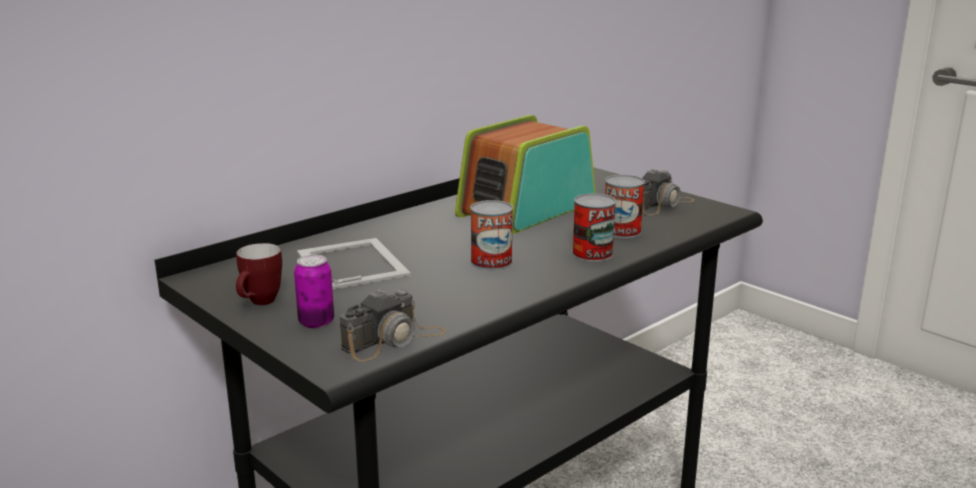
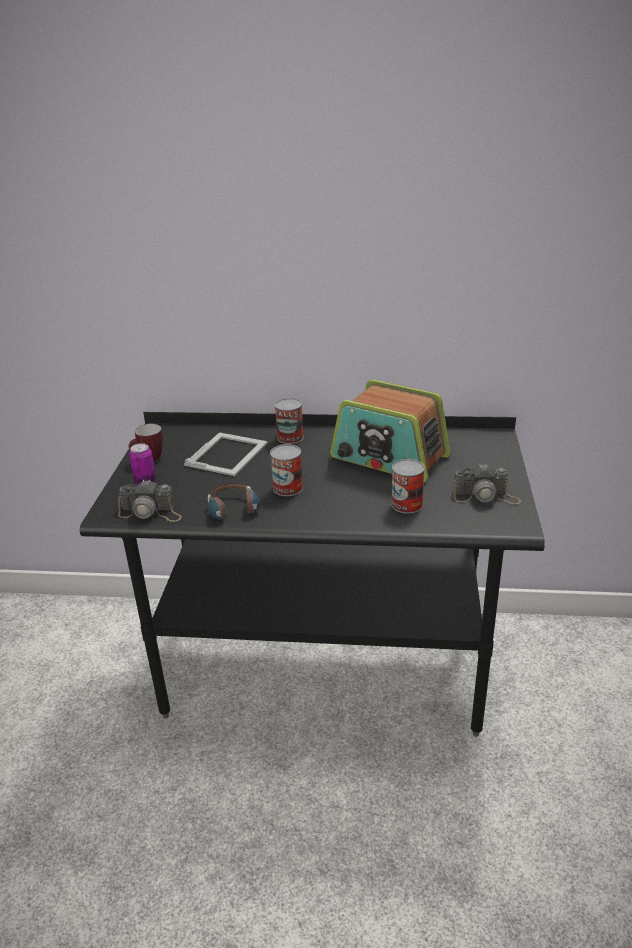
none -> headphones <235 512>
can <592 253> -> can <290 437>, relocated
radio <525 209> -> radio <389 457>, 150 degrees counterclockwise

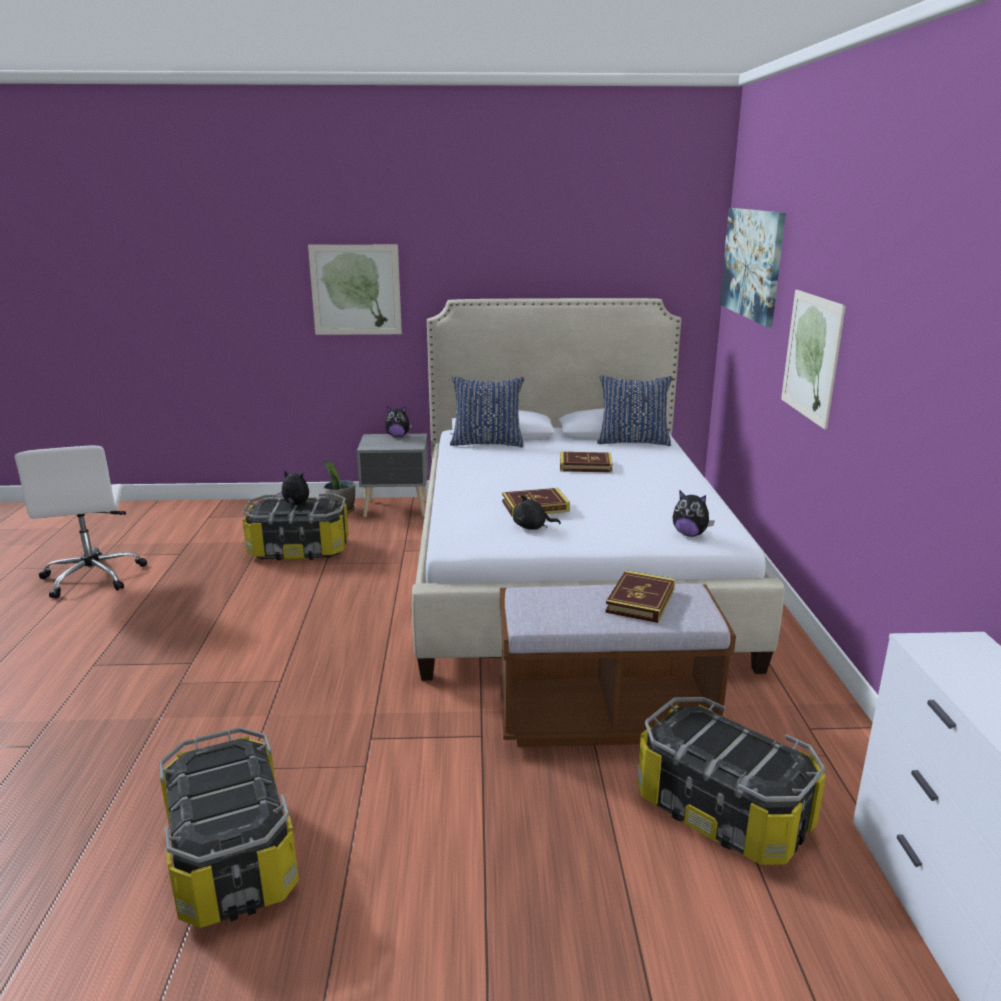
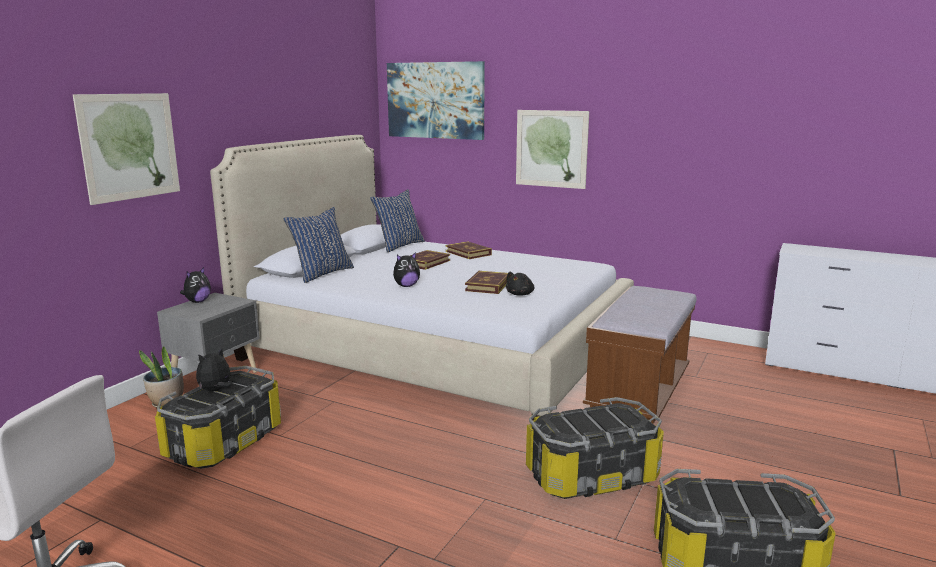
book <640 600> -> book <468 253>, relocated
storage box <723 811> -> storage box <591 476>, relocated
plush toy <690 534> -> plush toy <406 286>, relocated

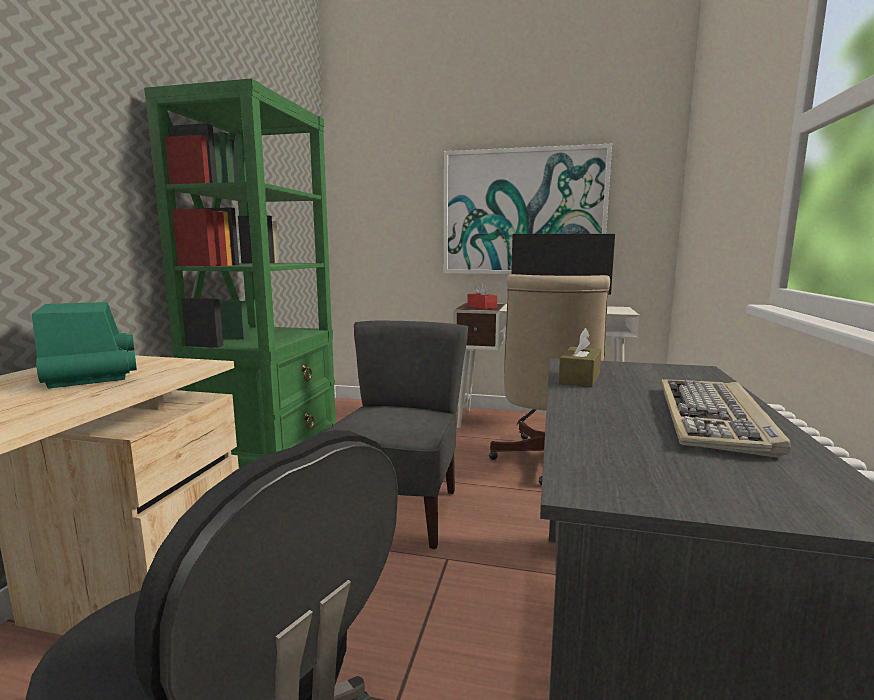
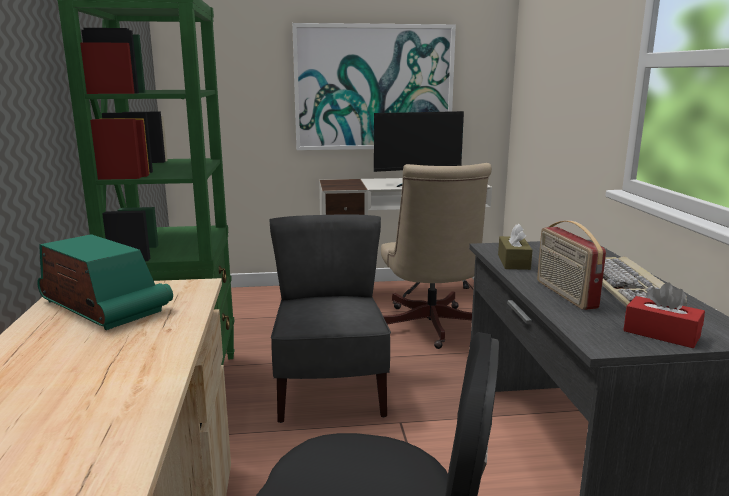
none -> radio <564 294>
red tissue box <481 307> -> red tissue box <661 334>, relocated

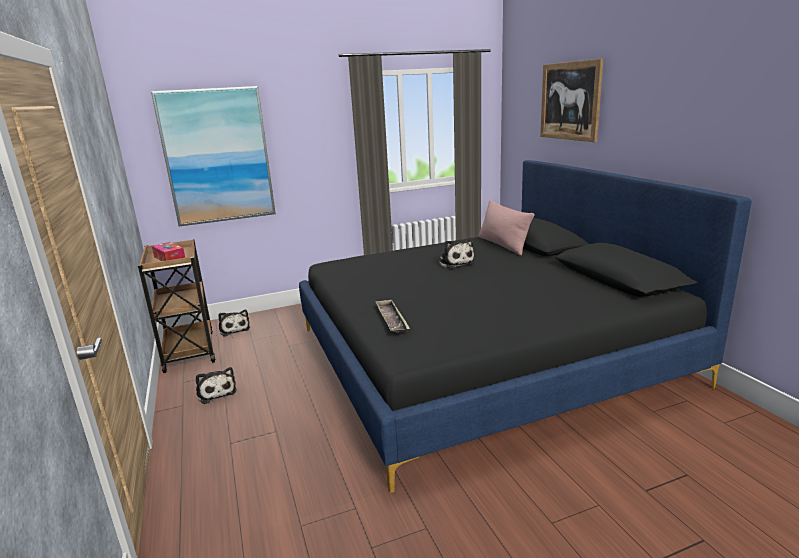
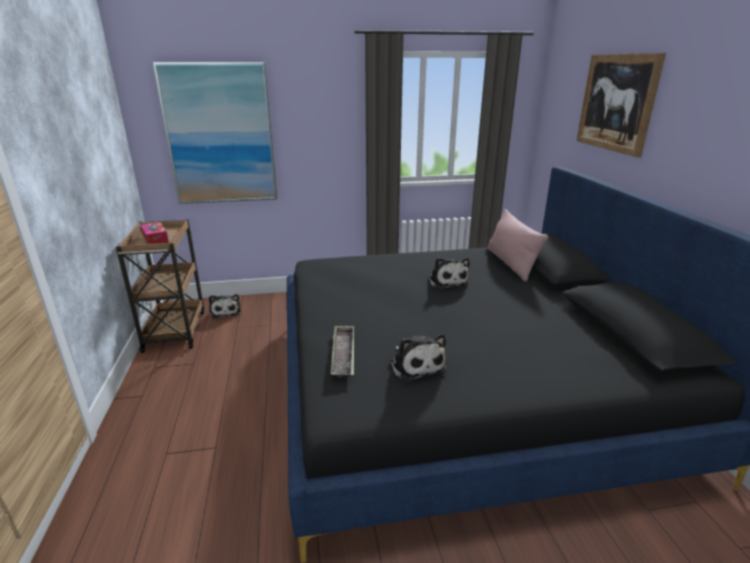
plush toy <216 392> -> plush toy <416 365>, relocated

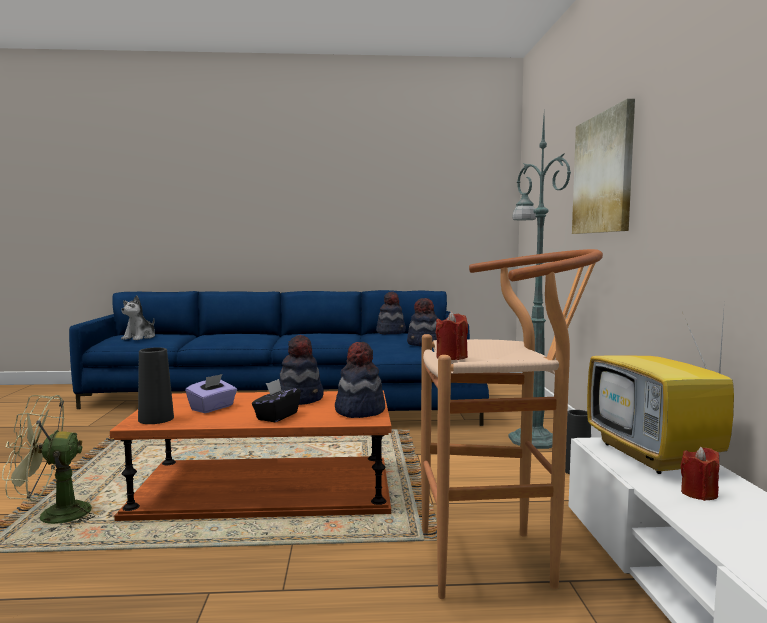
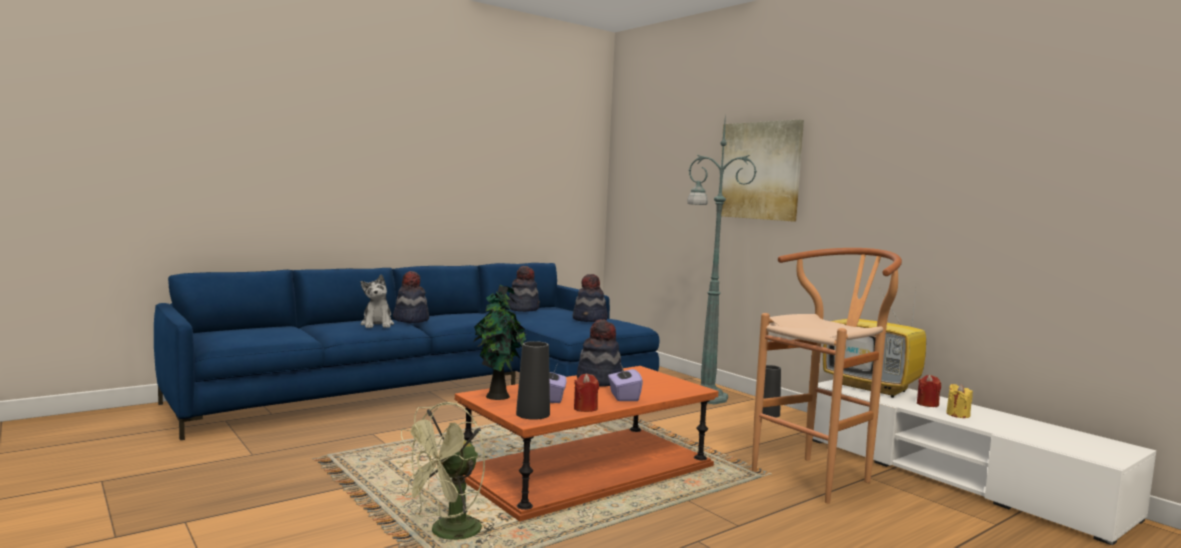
none -> potted plant <499 397>
none -> yellow candle <958 415>
plush toy <140 337> -> plush toy <377 324>, relocated
hat <359 411> -> hat <410 320>, relocated
red candle <451 357> -> red candle <585 408>, relocated
black tissue box <276 416> -> purple tissue box <623 396>

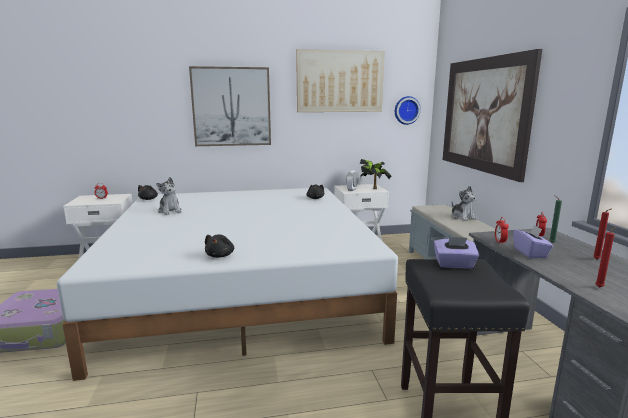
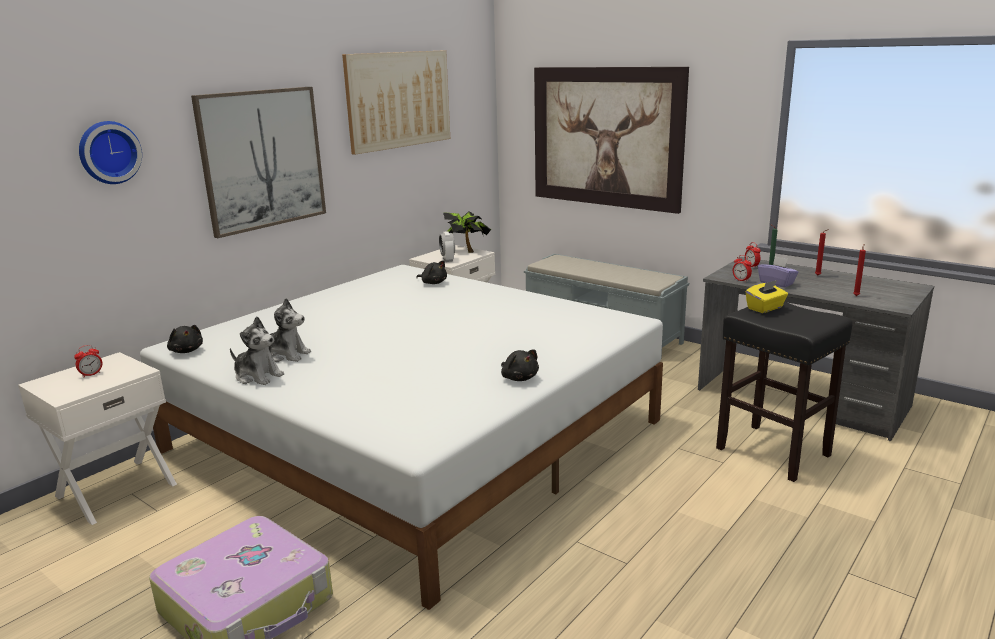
wall clock <406 110> -> wall clock <108 152>, relocated
plush toy <462 217> -> plush toy <258 376>, relocated
purple tissue box <454 264> -> yellow tissue box <765 308>

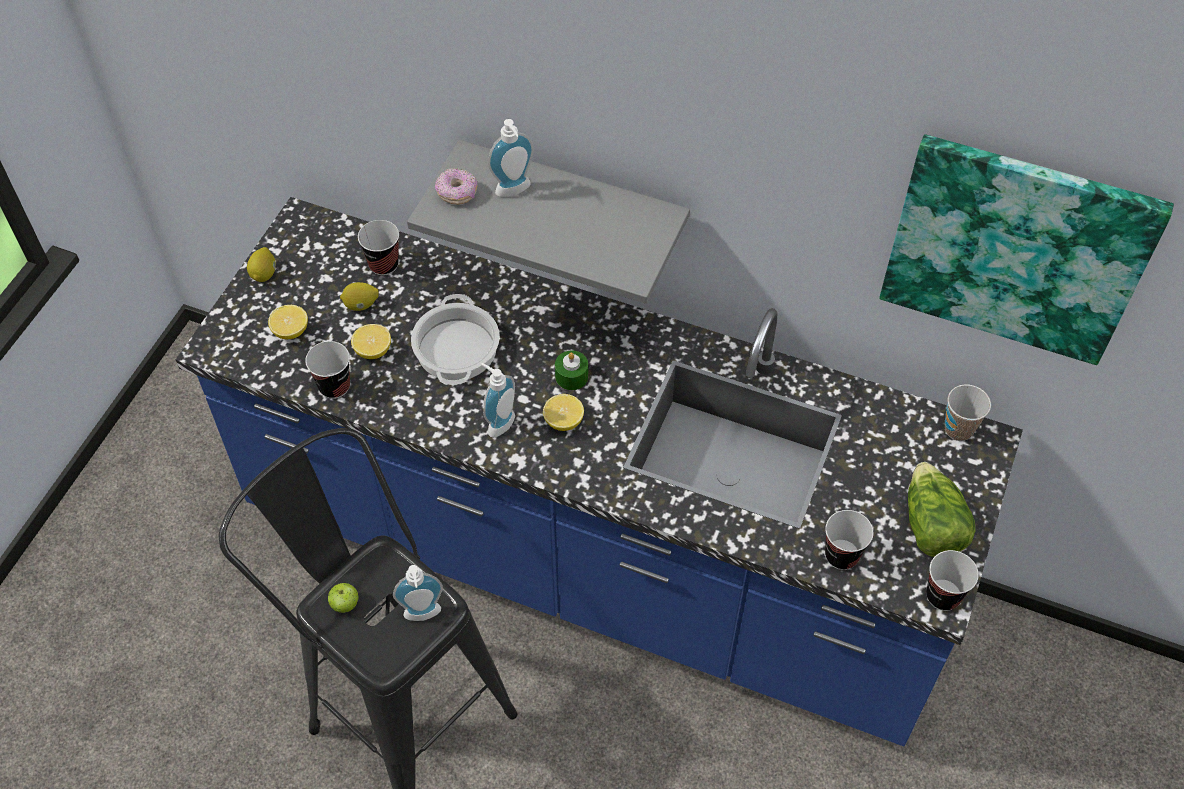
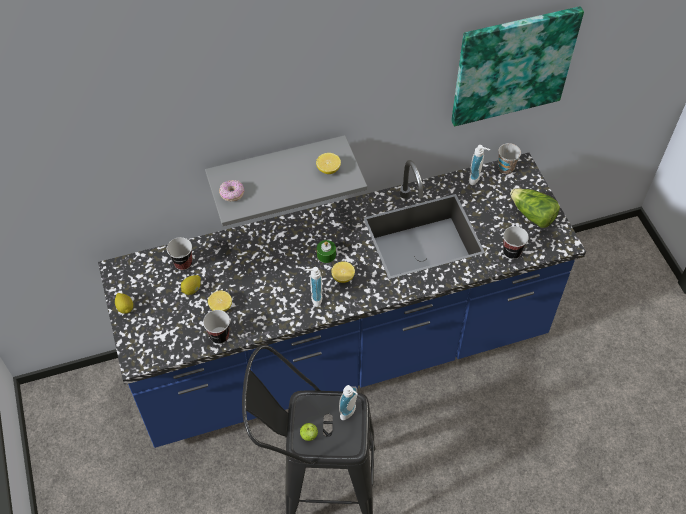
cooking pot <455 348> -> none
cup <943 596> -> none
lemon <291 331> -> lemon <328 169>, relocated
soap dispenser <515 191> -> soap dispenser <476 178>, relocated

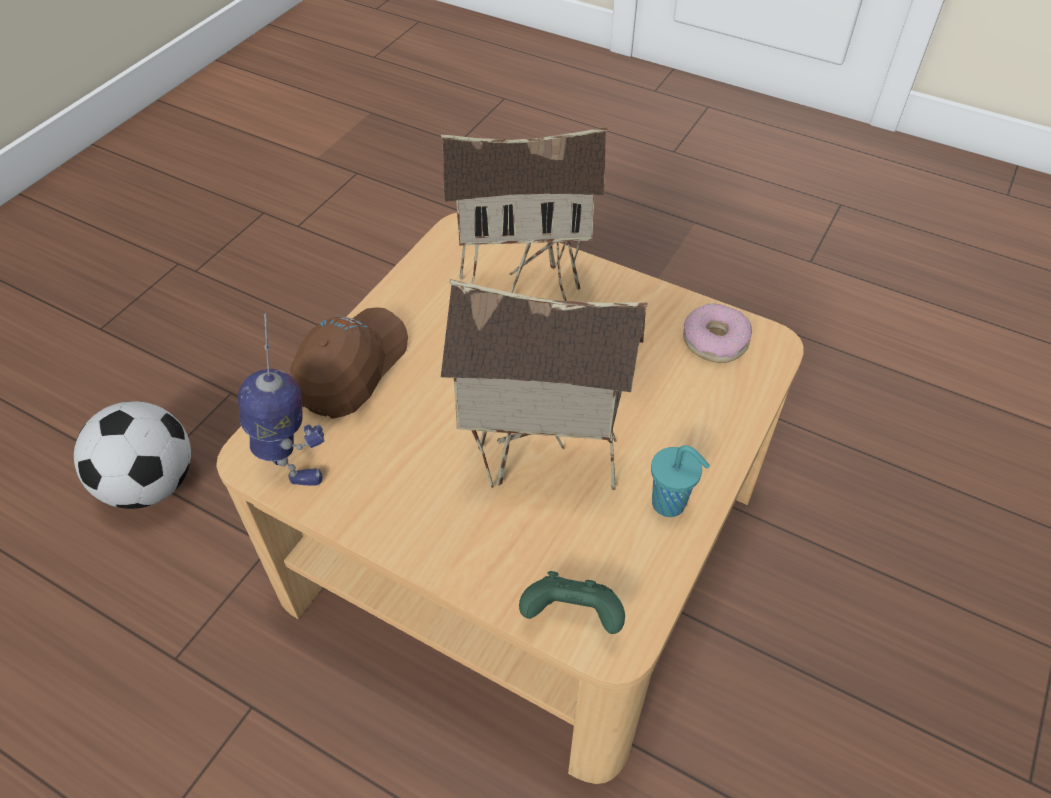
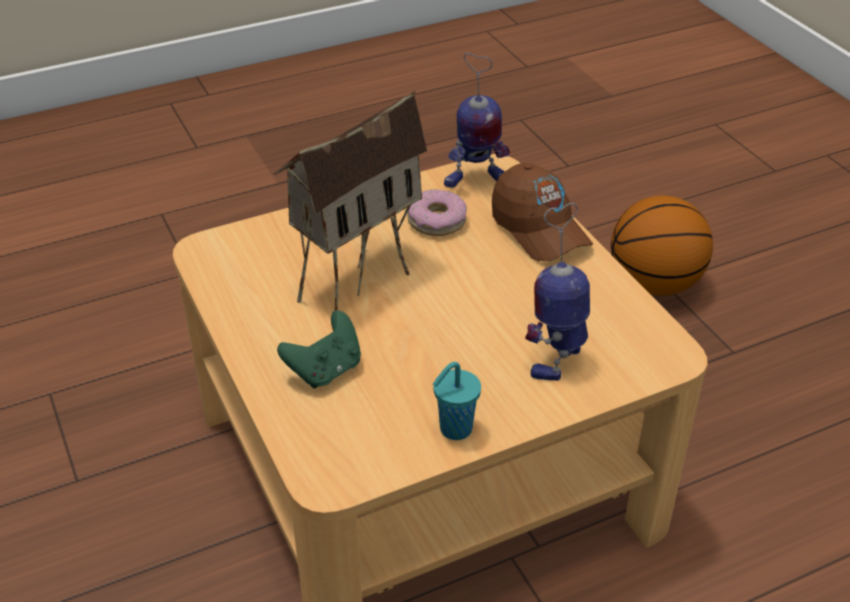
green game controller <572 616> -> green game controller <325 370>, relocated
turquoise cup <670 504> -> turquoise cup <454 430>, relocated
donut <715 341> -> donut <436 221>, relocated
football <151 484> -> basketball <655 284>
toy house <523 284> -> toy robot <557 357>

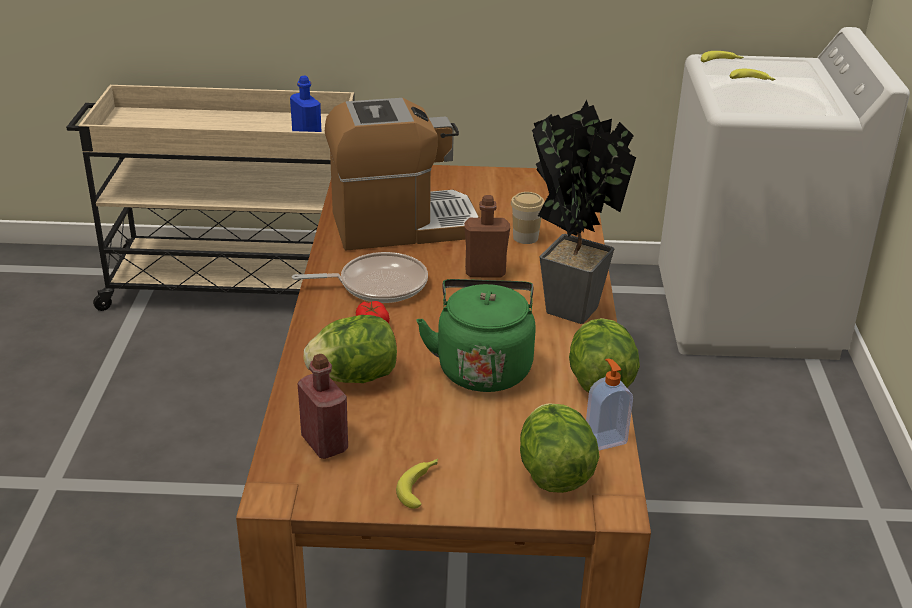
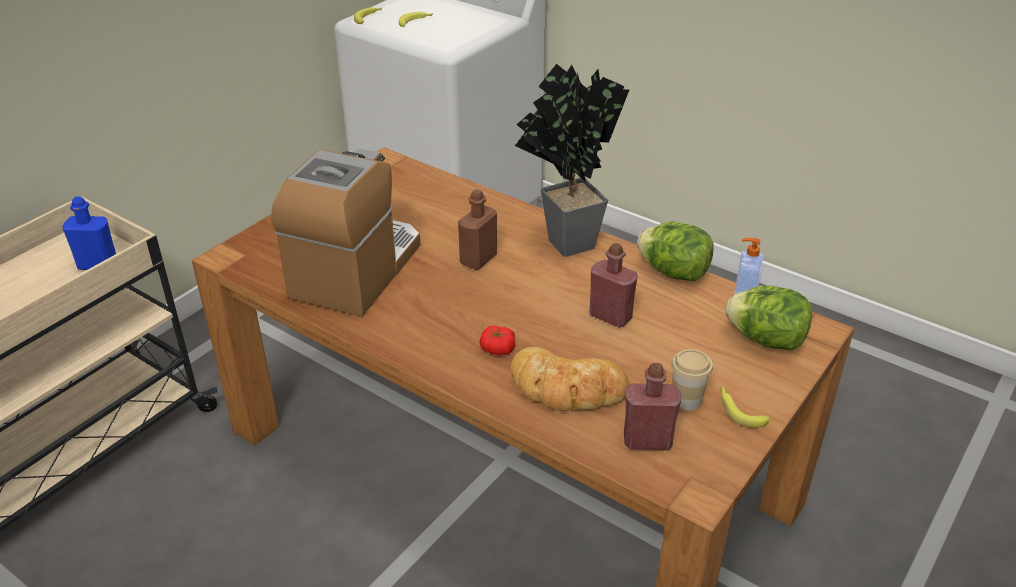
frying pan <377 285> -> none
cup <525 237> -> cup <686 399>, relocated
lettuce <354 377> -> bread <567 388>
green kettle <483 367> -> red bottle <610 316>

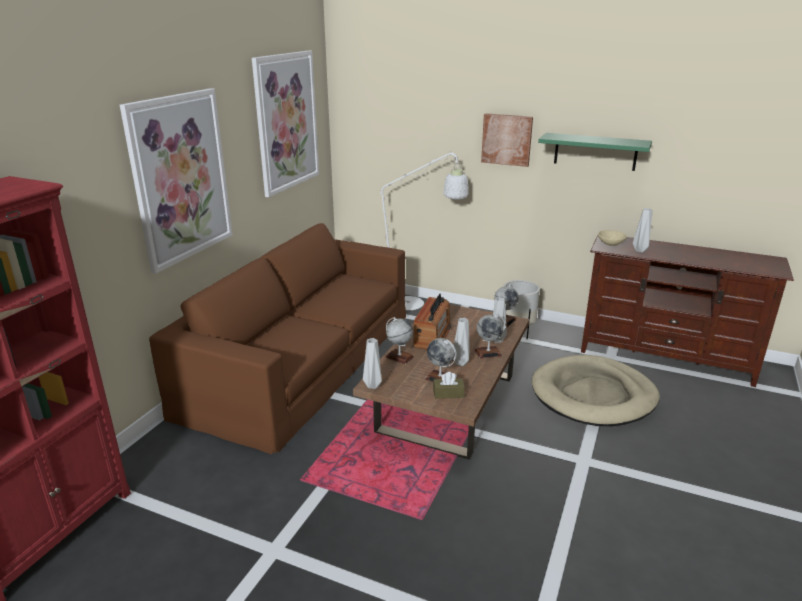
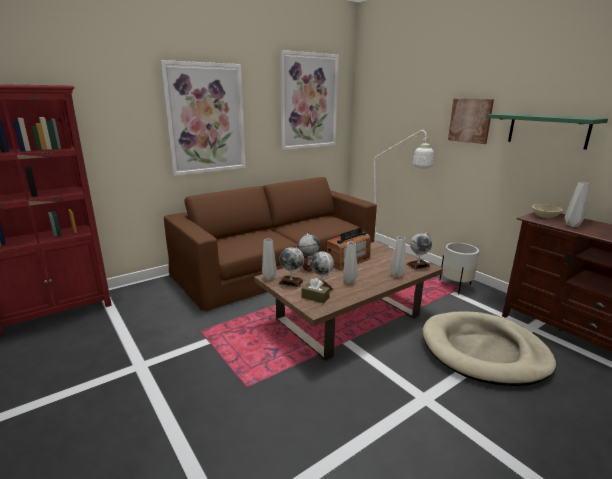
globe <488 353> -> globe <291 282>, relocated

